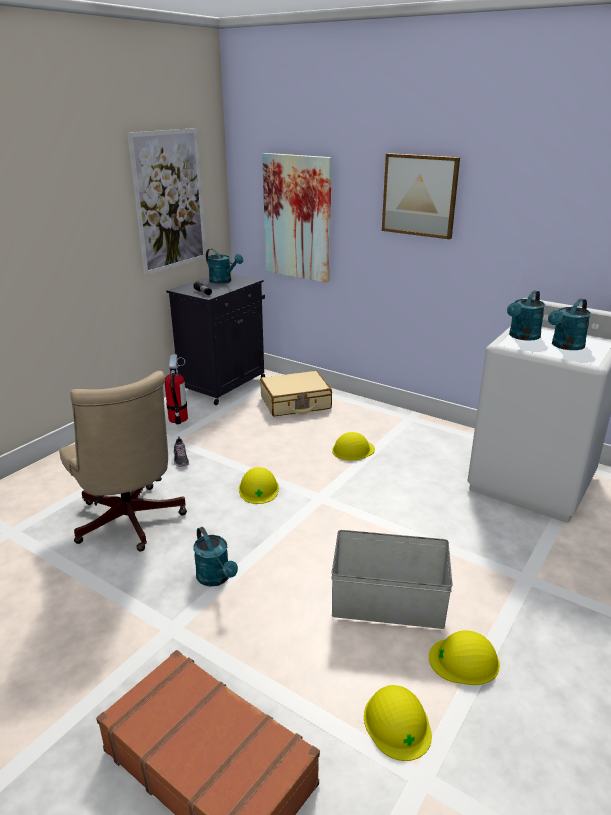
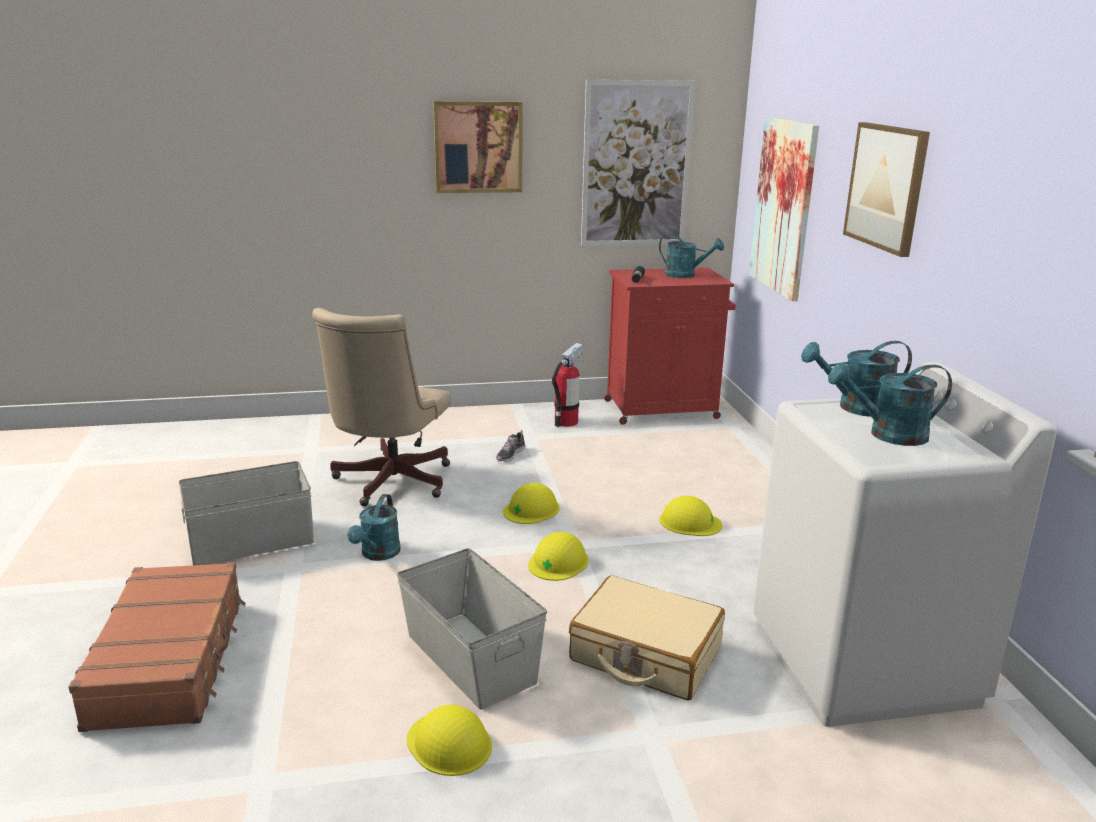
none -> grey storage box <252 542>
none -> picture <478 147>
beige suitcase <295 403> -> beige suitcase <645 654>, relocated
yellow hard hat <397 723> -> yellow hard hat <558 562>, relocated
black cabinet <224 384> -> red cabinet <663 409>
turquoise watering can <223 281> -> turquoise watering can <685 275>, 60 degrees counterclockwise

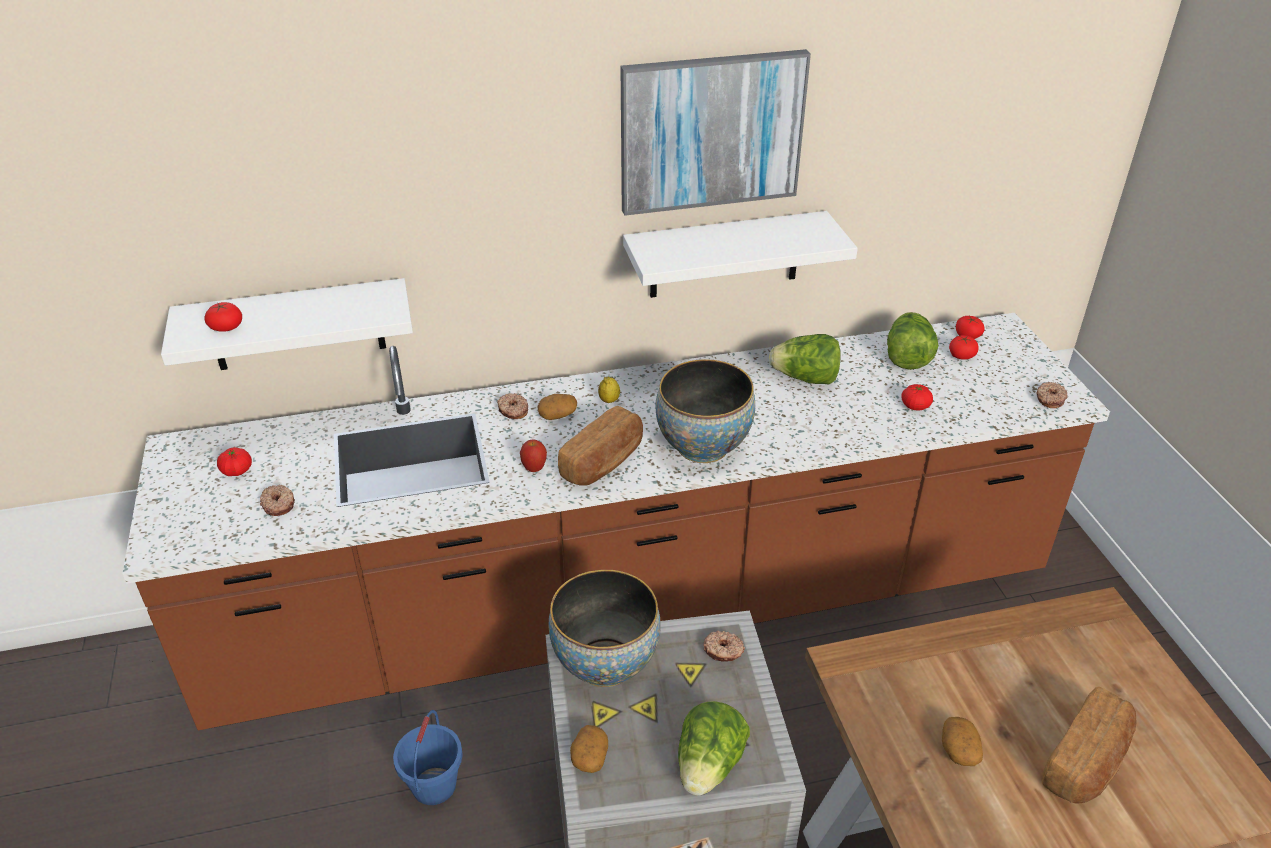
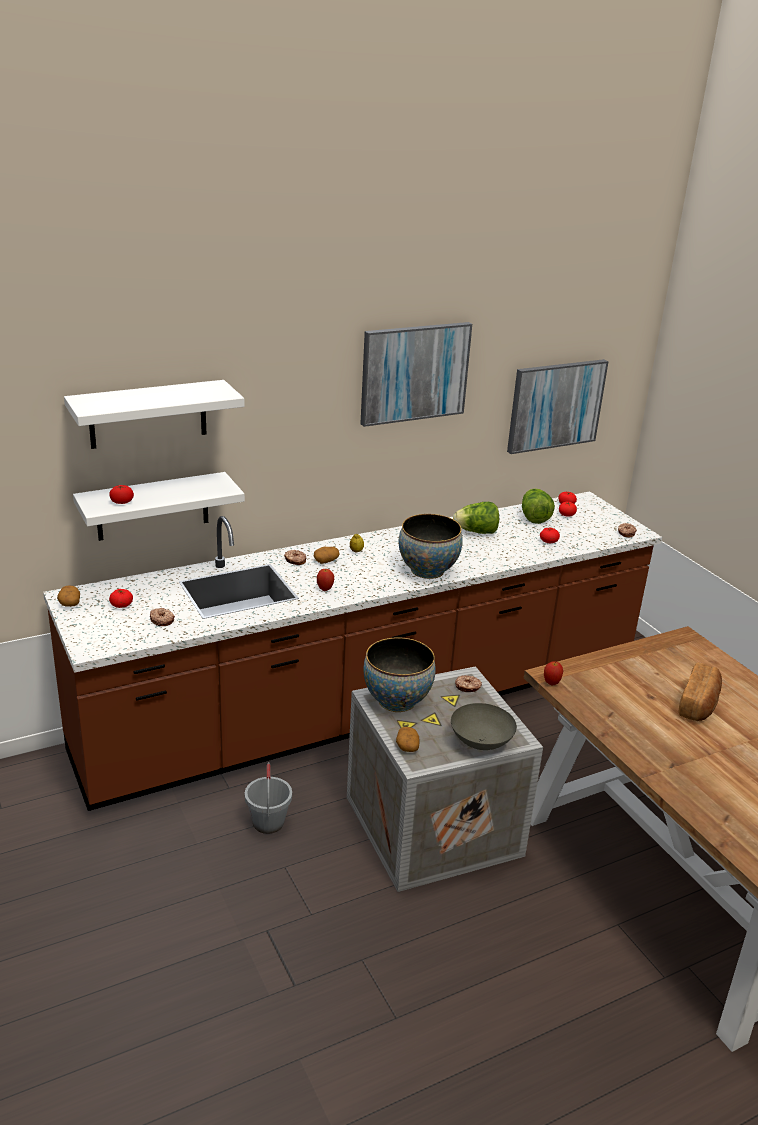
bread <604 462> -> none
none -> picture <555 405>
none -> apple <551 683>
white shelf <724 255> -> white shelf <148 414>, relocated
potato <958 750> -> potato <69 603>, relocated
lettuce <709 766> -> grey bowl <482 742>
blue bucket <433 785> -> grey bucket <268 822>

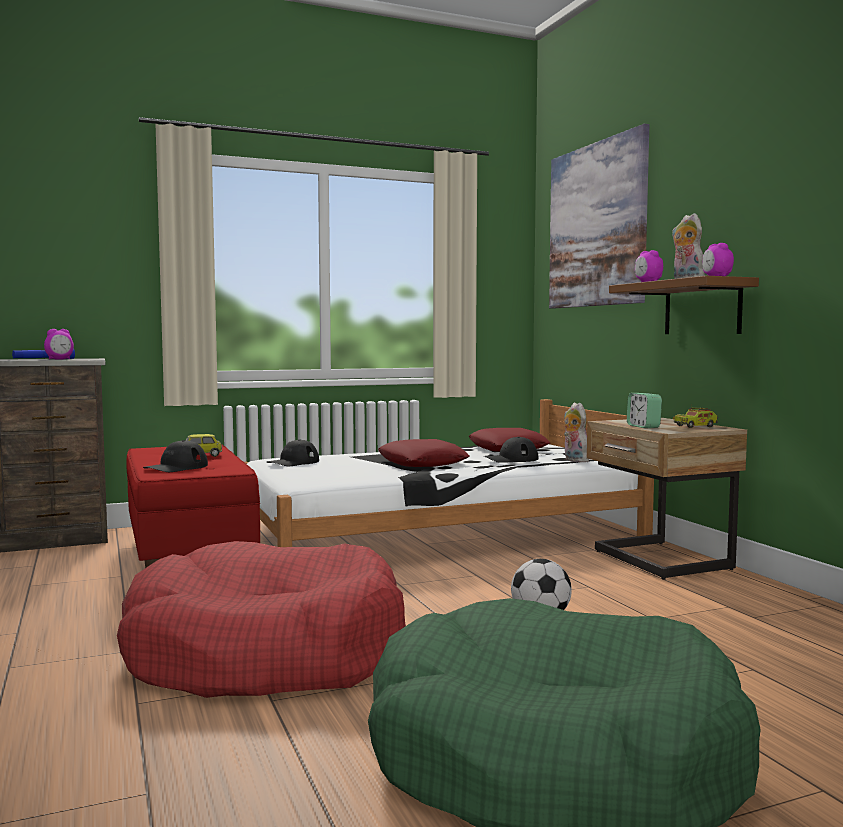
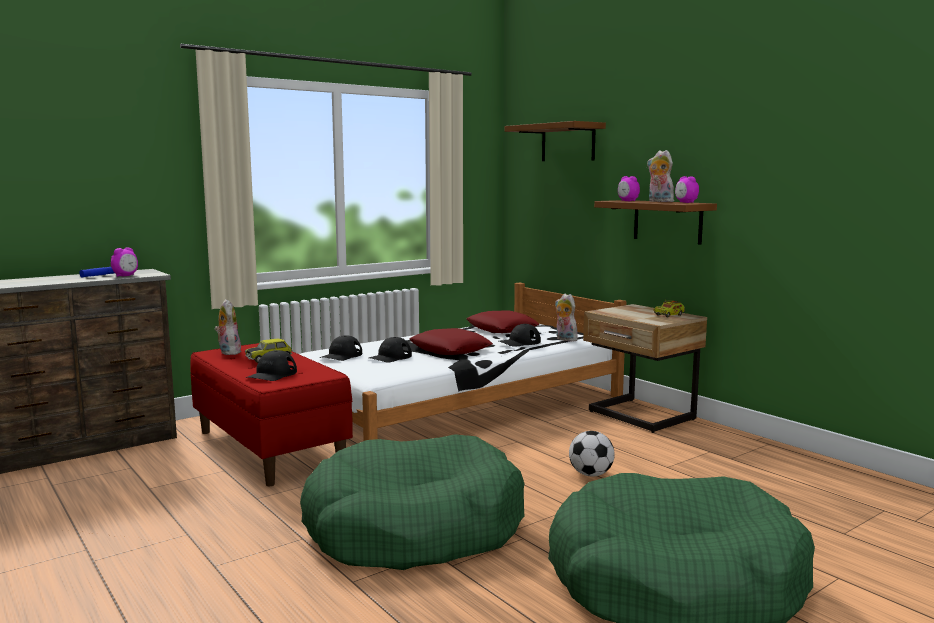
alarm clock <643 426> -> none
none -> plush toy <228 352>
none -> black cap <390 357>
picture <596 225> -> brown shelf <568 143>
red dog bed <266 653> -> green dog bed <414 527>

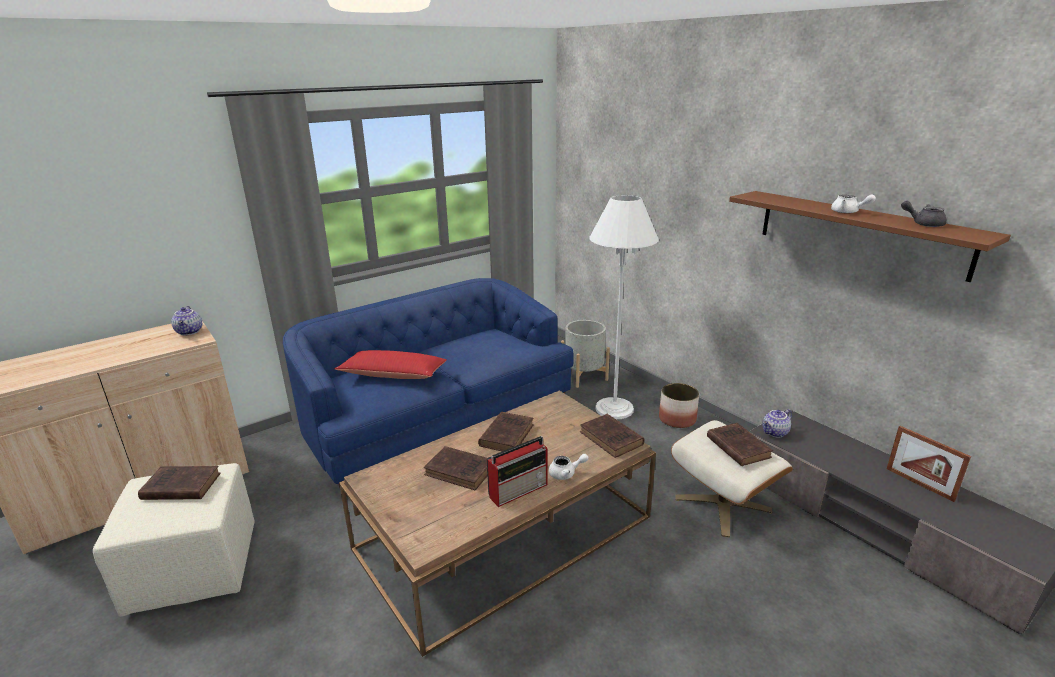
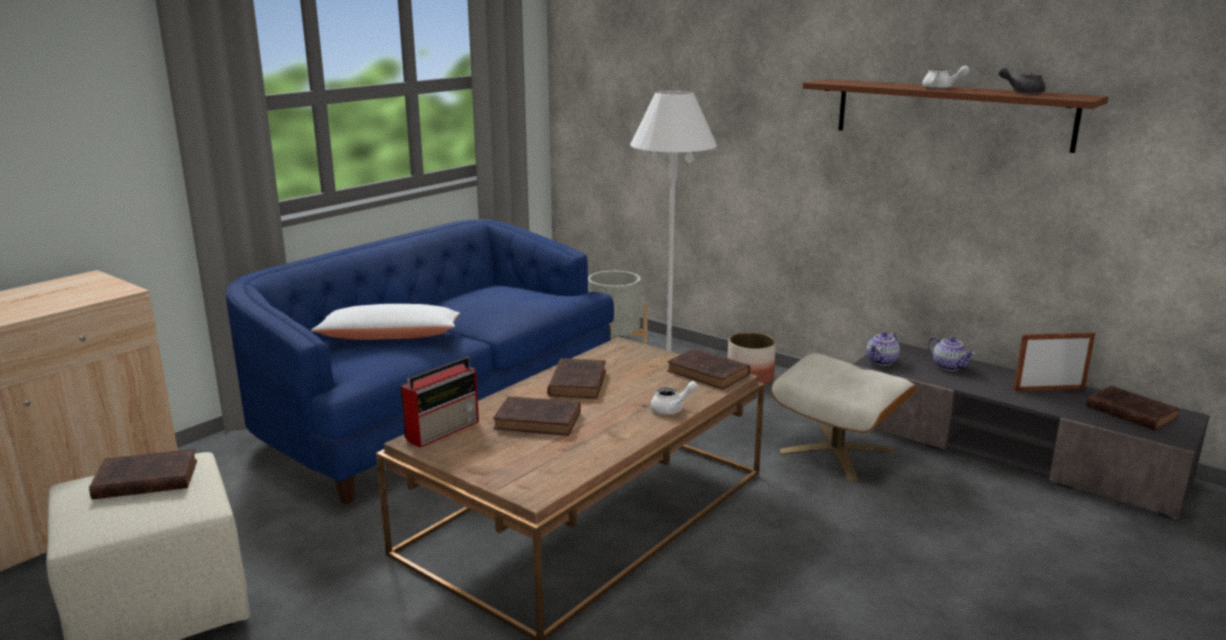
teapot <190 332> -> teapot <949 366>, relocated
radio <519 490> -> radio <444 430>, relocated
brown book <737 446> -> brown book <1128 412>, relocated
red pillow <393 375> -> white pillow <390 337>
picture frame <919 484> -> picture frame <1049 389>, 135 degrees clockwise

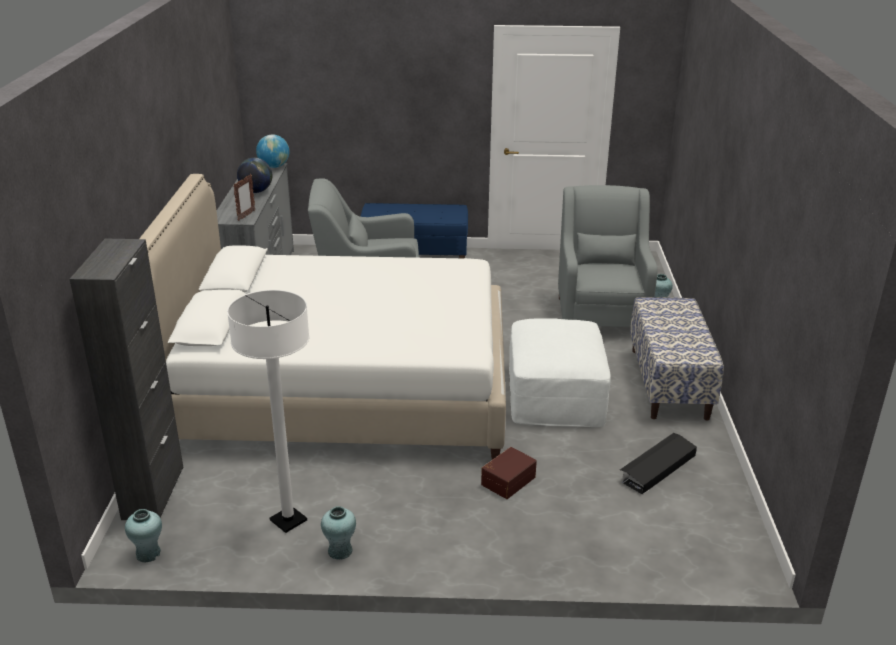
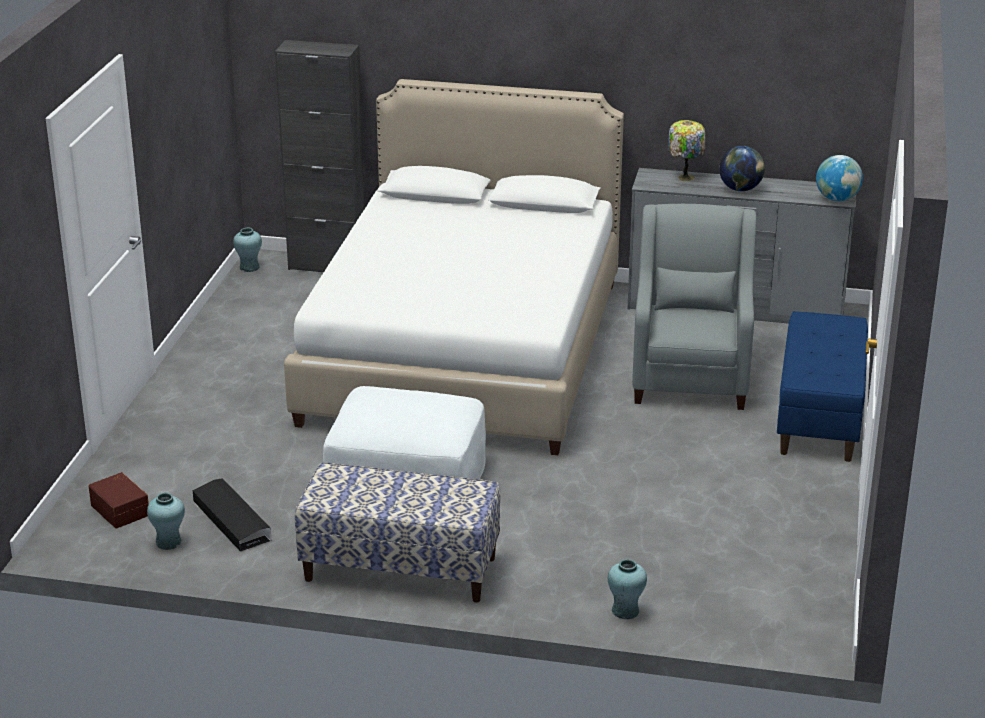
white floor lamp <288 520> -> none
picture frame <246 216> -> none
grey armchair <601 314> -> none
none -> table lamp <685 177>
turquoise vase <340 551> -> turquoise vase <168 542>, relocated
brown storage box <507 480> -> brown storage box <121 509>, relocated

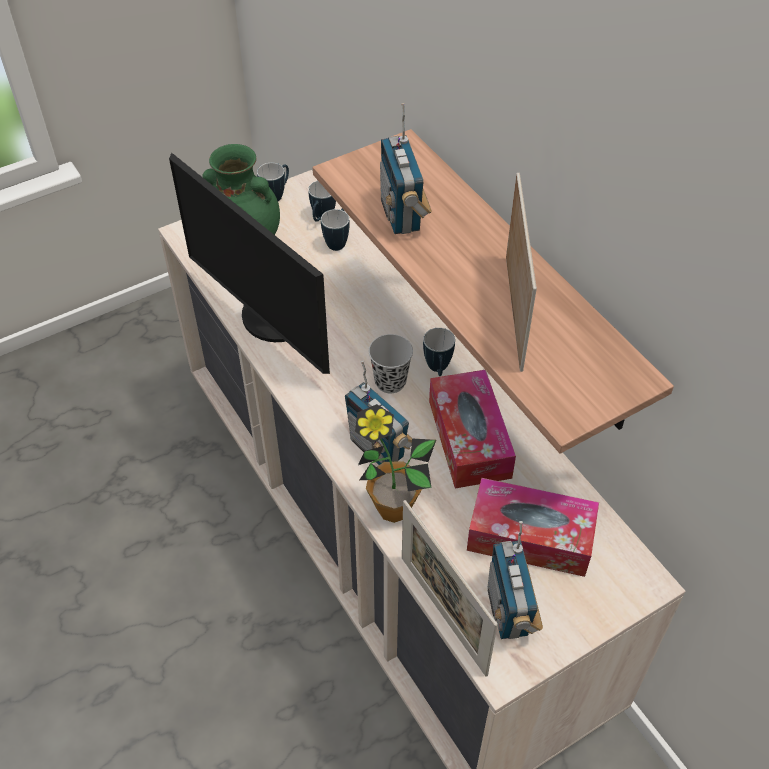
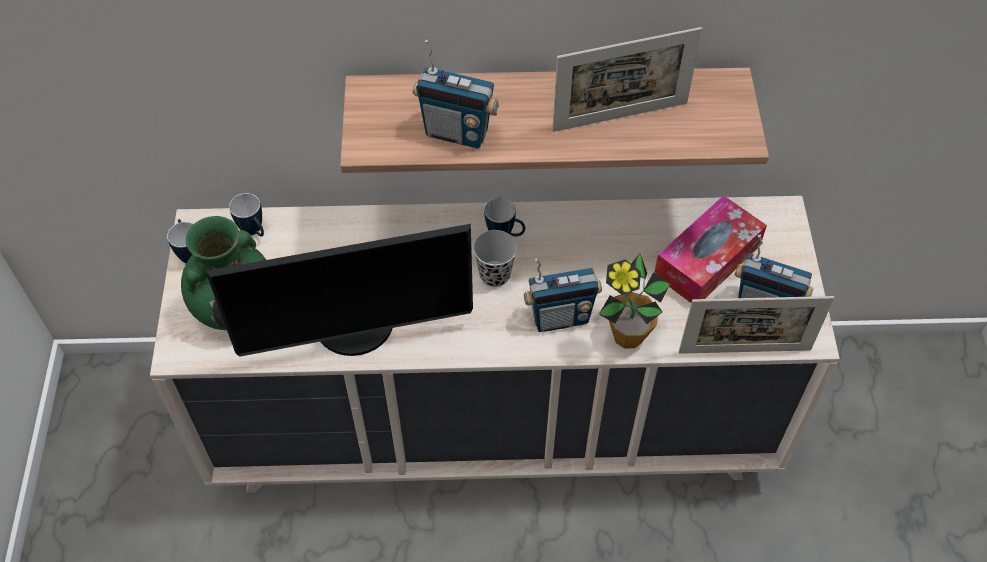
mug <338 242> -> none
tissue box <469 438> -> none
picture frame <514 312> -> picture frame <620 117>, 135 degrees clockwise

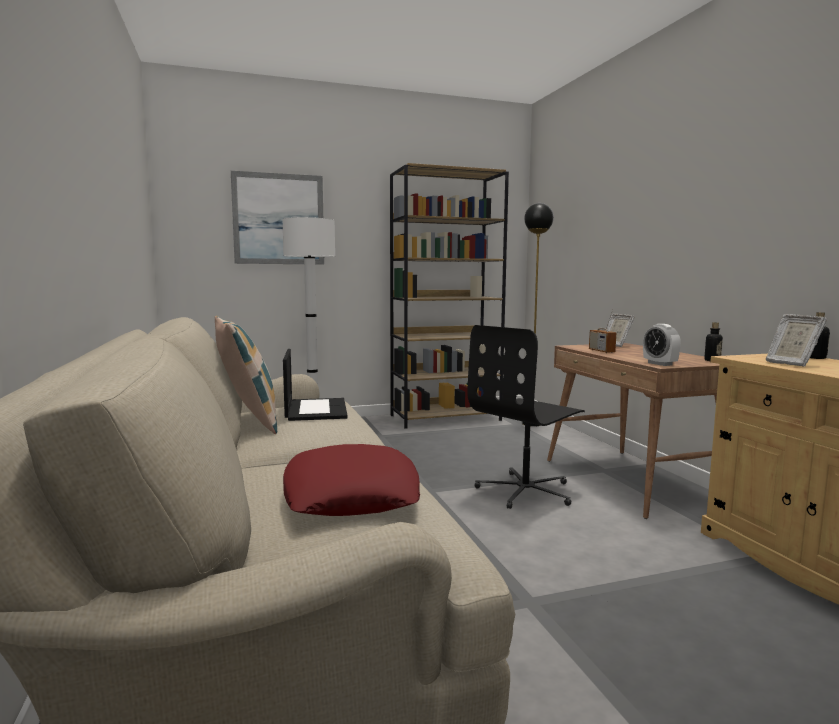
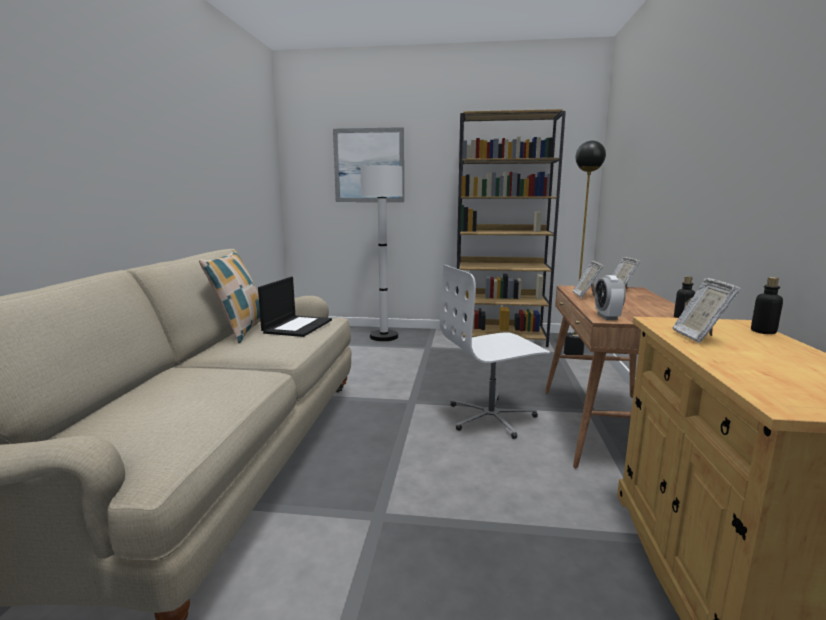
red pillow <350 494> -> none
radio <601 351> -> picture frame <585 296>
black office chair <526 491> -> white office chair <491 417>

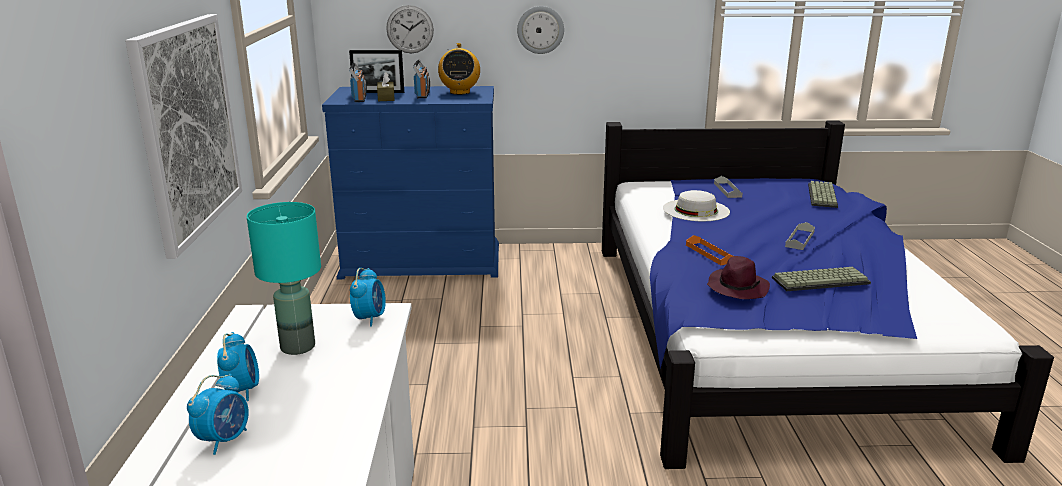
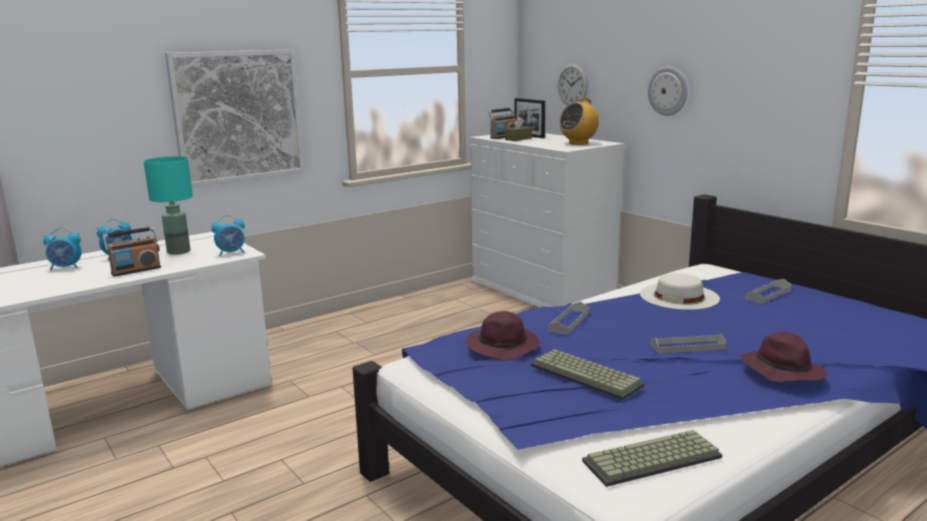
none -> purple hat <780 371>
radio <422 94> -> radio <136 270>, relocated
keyboard <823 196> -> keyboard <652 461>, relocated
blue dresser <422 261> -> white dresser <542 292>
orange tray <710 253> -> grey tray <569 321>

